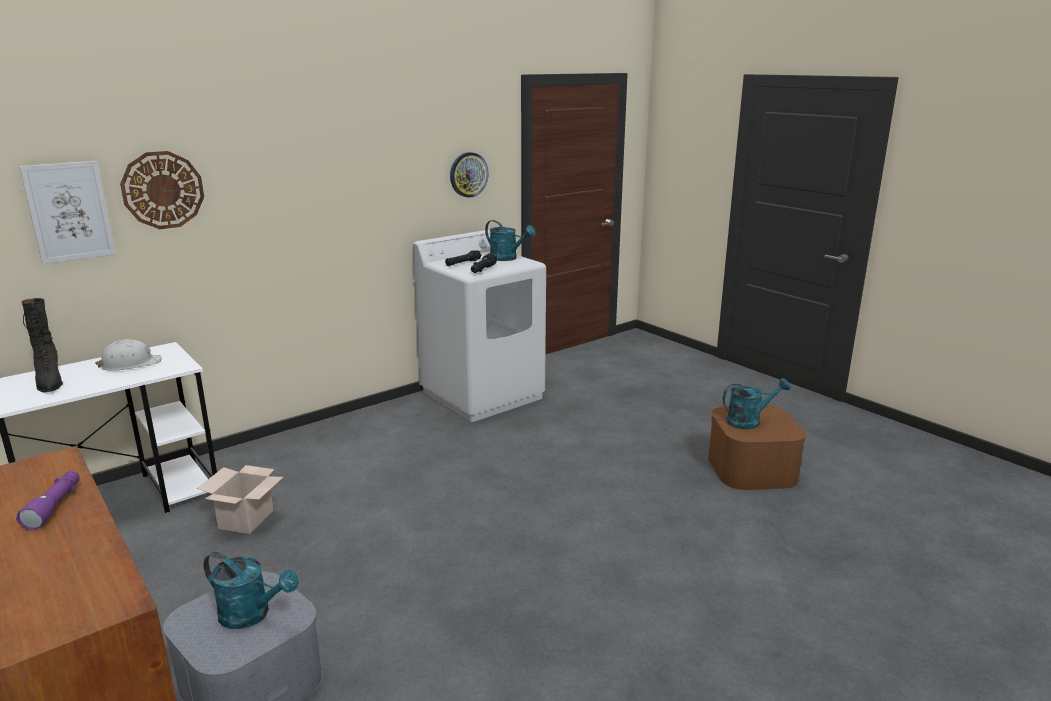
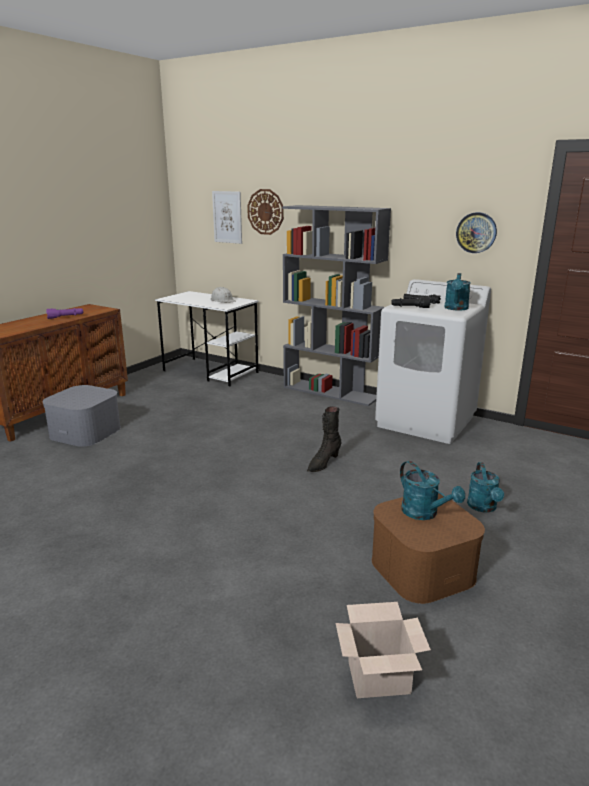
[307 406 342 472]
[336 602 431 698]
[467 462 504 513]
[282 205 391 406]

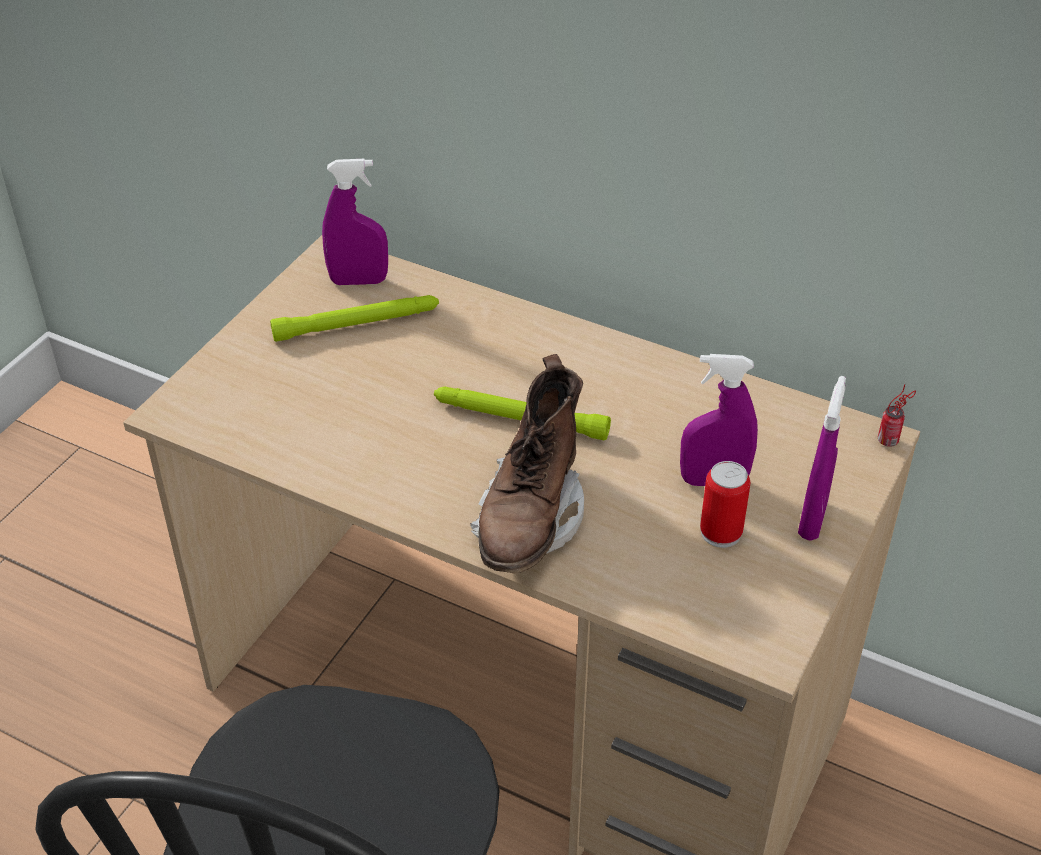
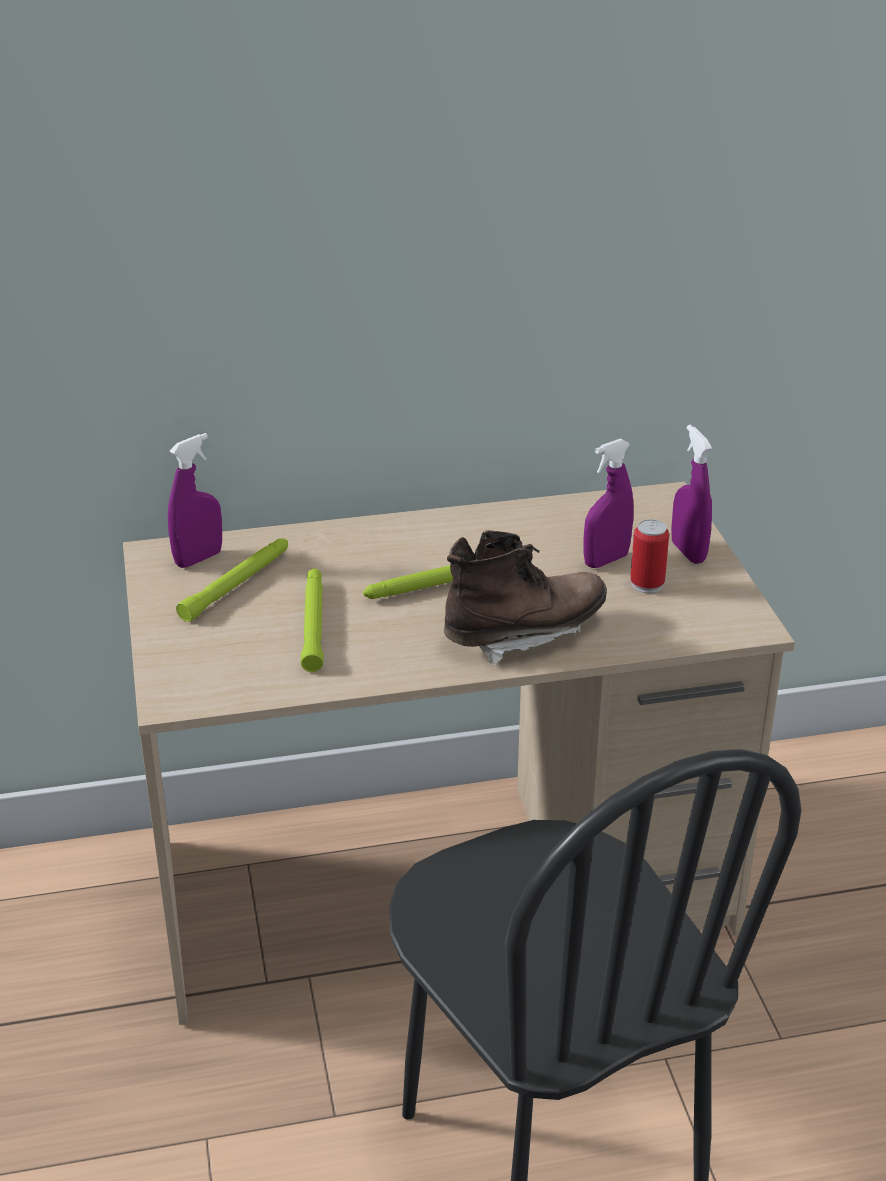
[444 530 607 666]
[878 384 916 447] (first image)
[301 569 324 672]

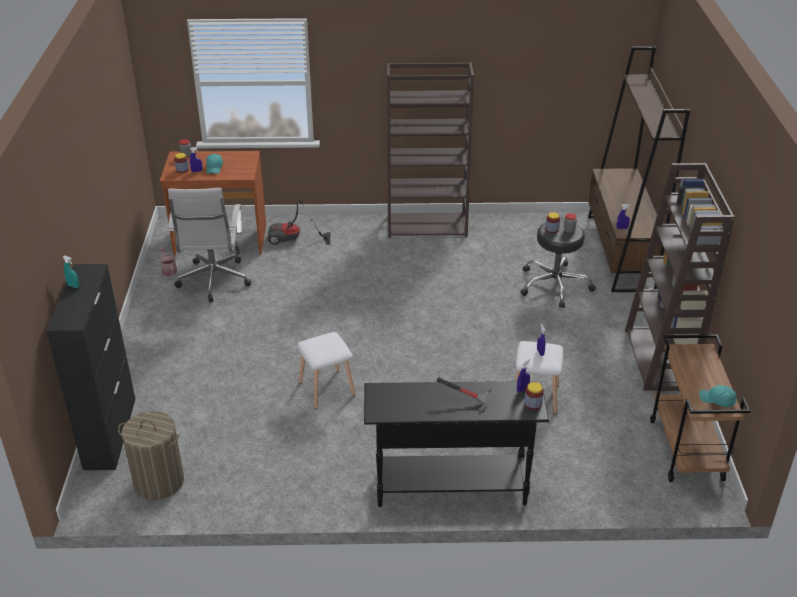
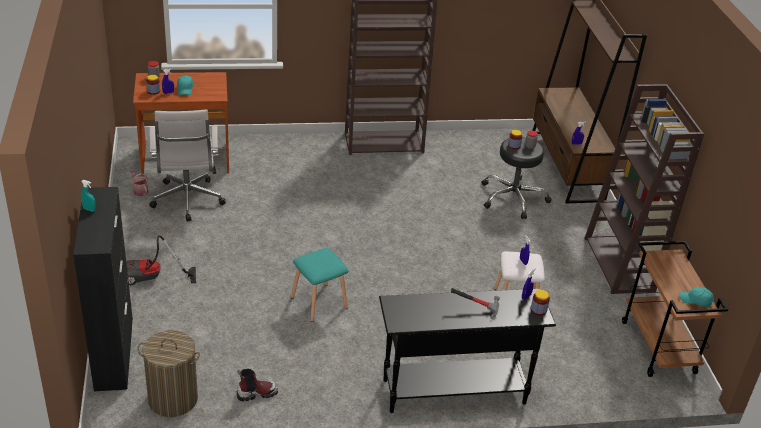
[126 235 196 285]
[291 248 349 322]
[237 369 278 402]

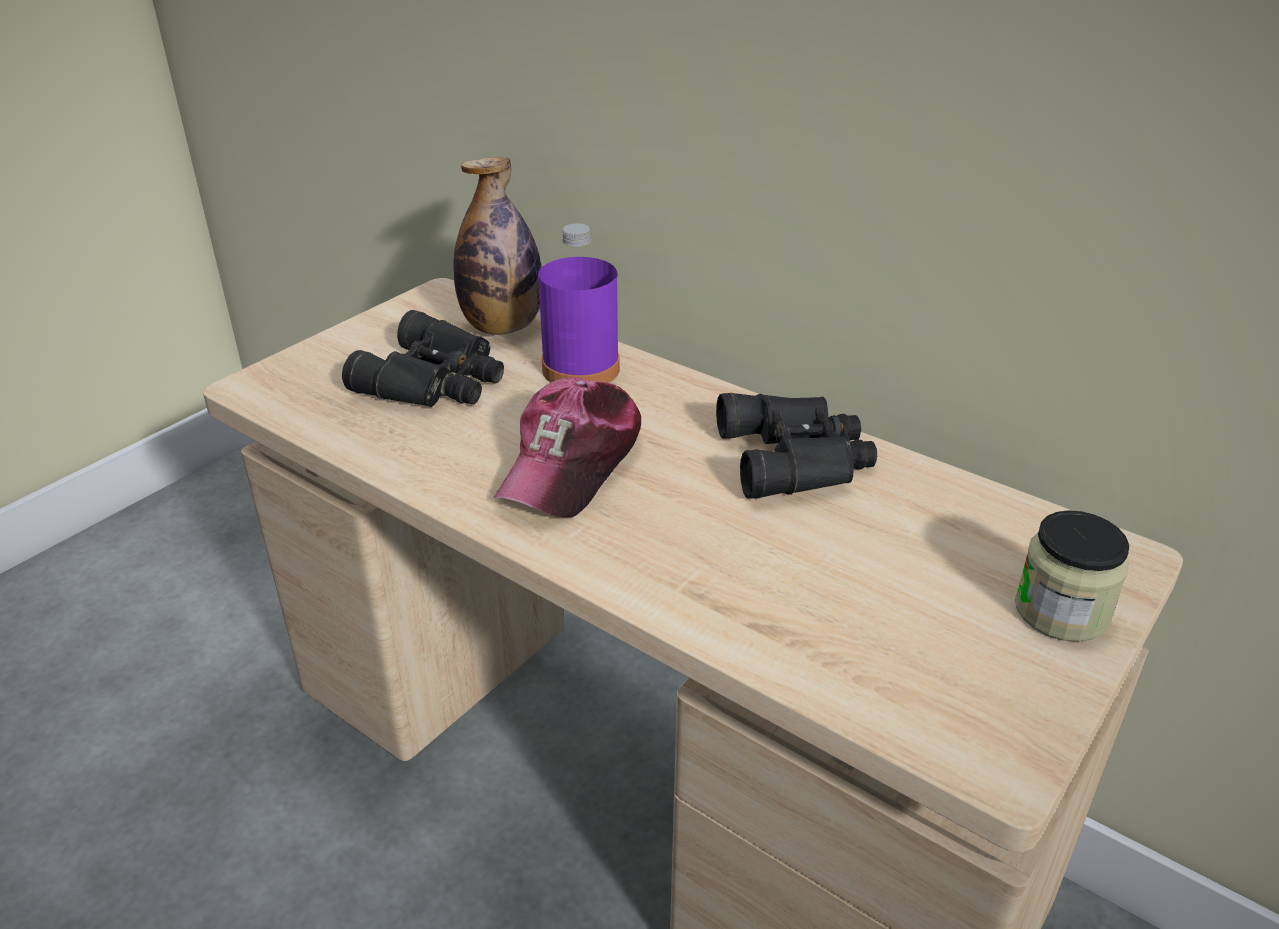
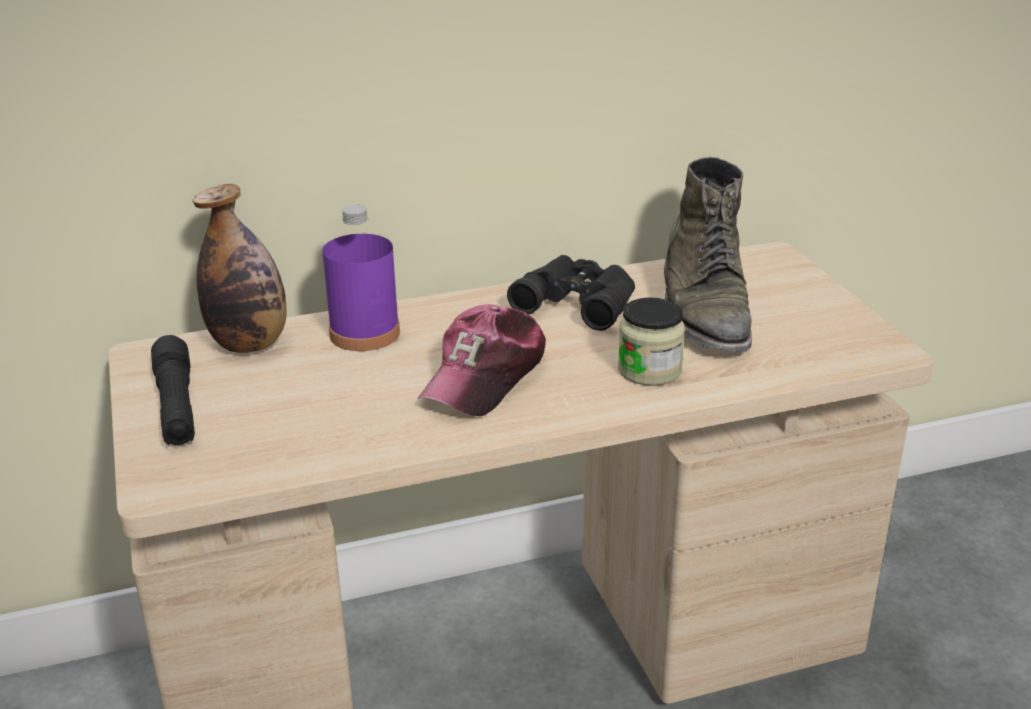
[342 310 504 407] (first image)
[418 304 546 416]
[618 297 685 386]
[664 157 752 352]
[151 335 195 445]

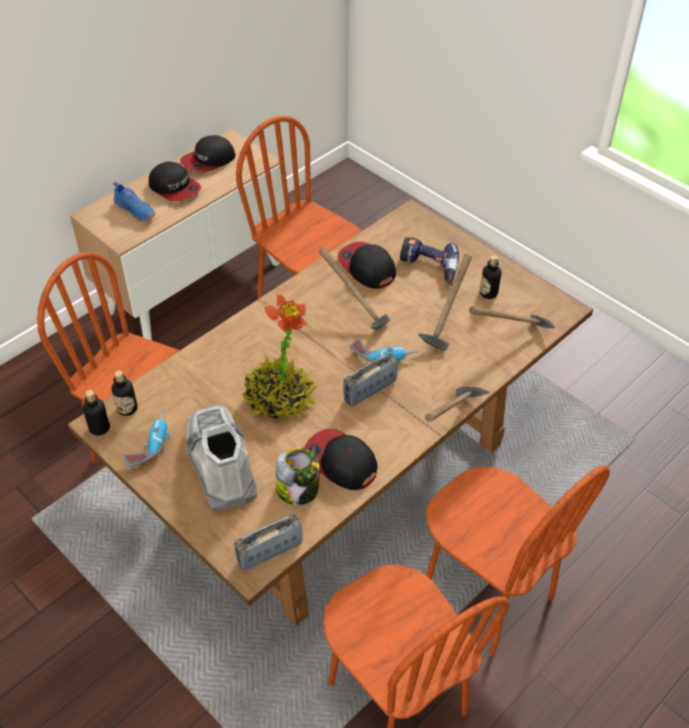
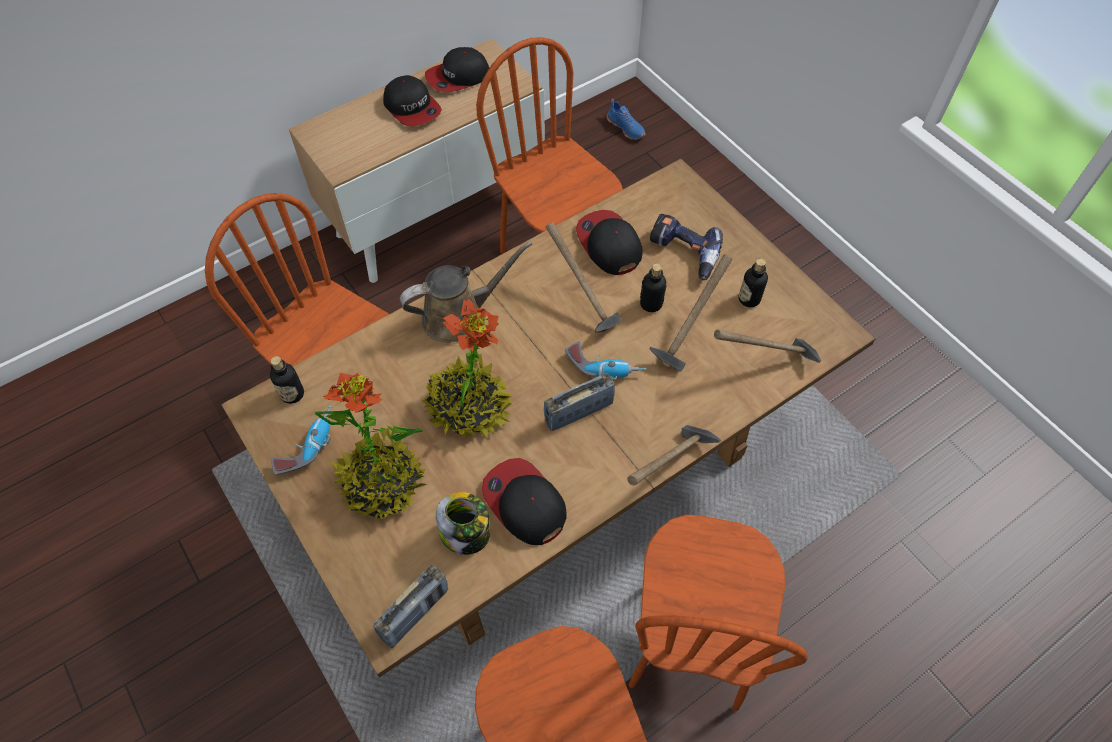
[607 99 645 140]
[640 264 666 312]
[315 373 427 519]
[629 515 808 711]
[373 565 448 648]
[400 241 532 343]

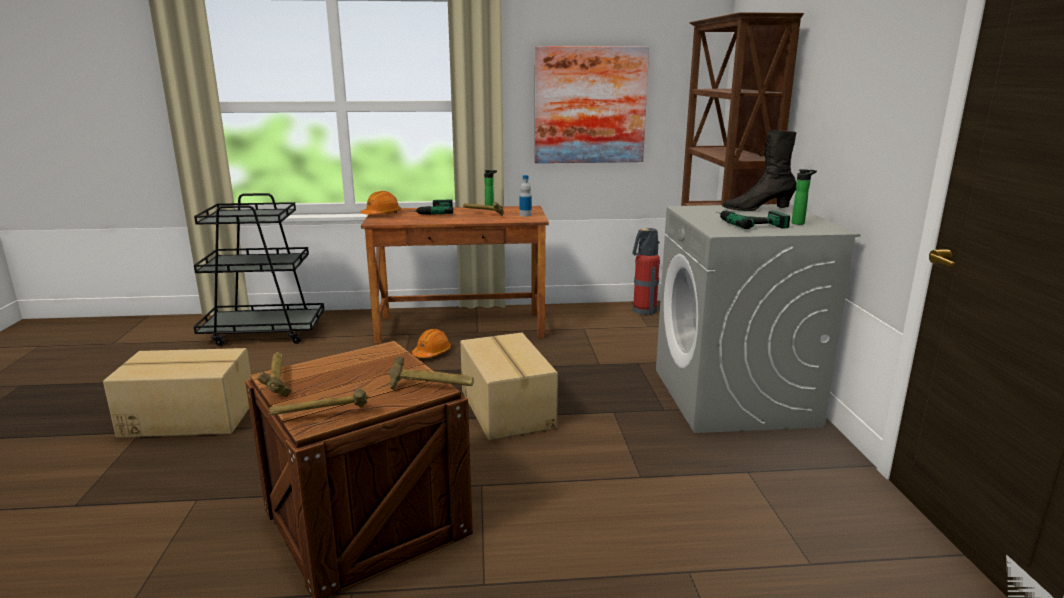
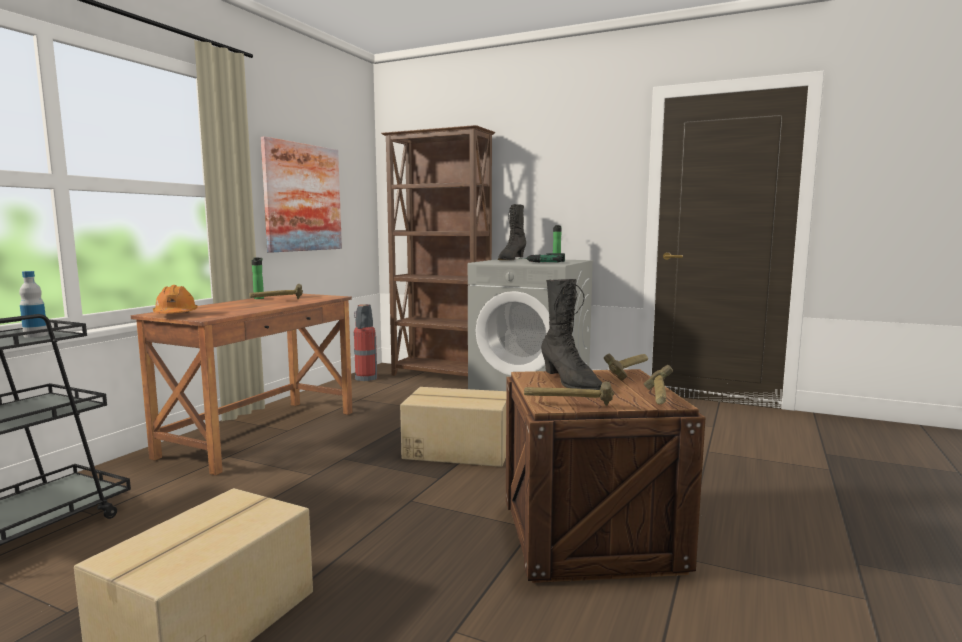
[19 271 48 337]
[415 200 453 215] (first image)
[412 329 451 358] (first image)
[541 279 602 390]

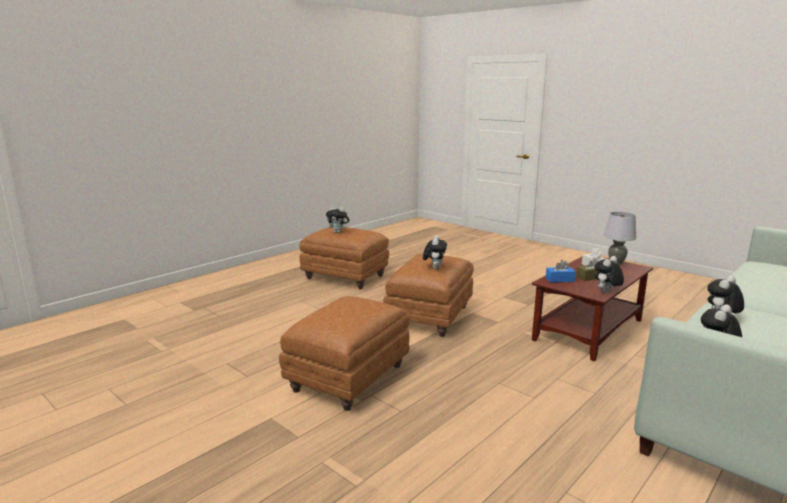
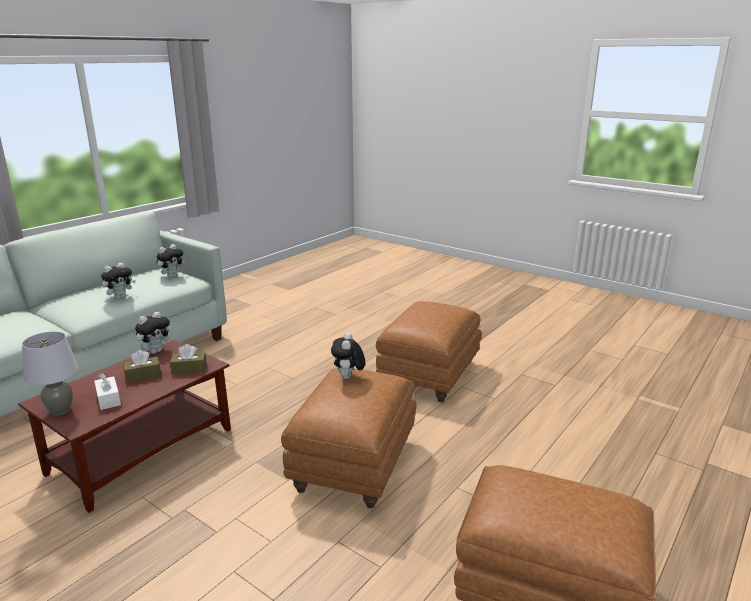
[326 206 350 233] (first image)
[170 344 207 375]

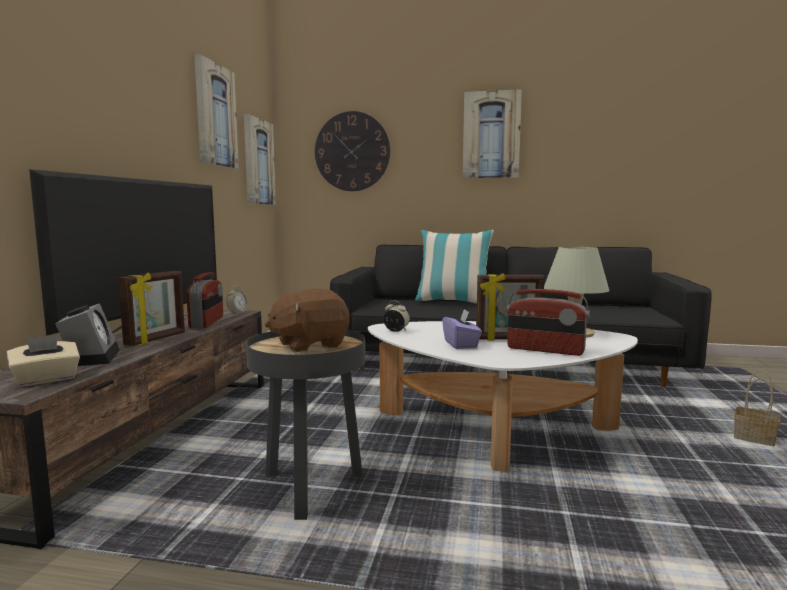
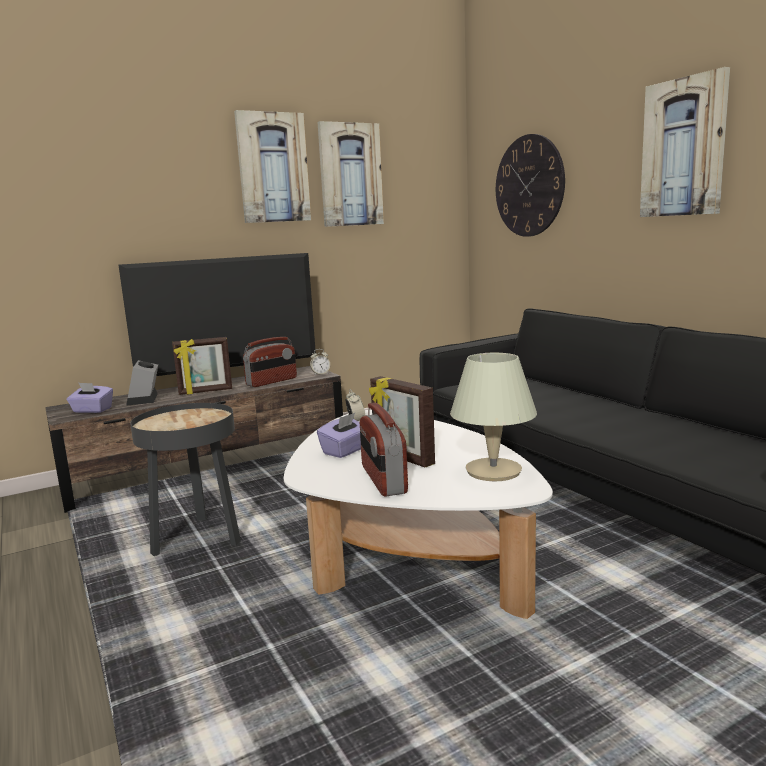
[234 110 311 223]
[415 230 494 304] (first image)
[265 288 350 352] (first image)
[126 360 158 406]
[67 383 113 413]
[734 370 780 446] (first image)

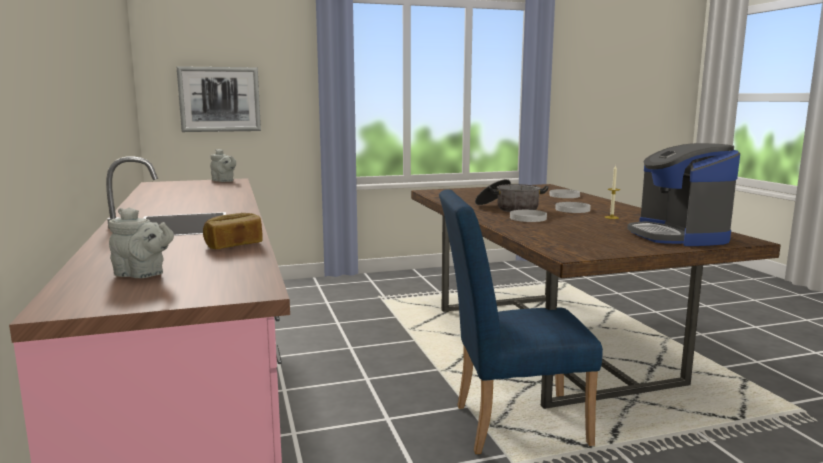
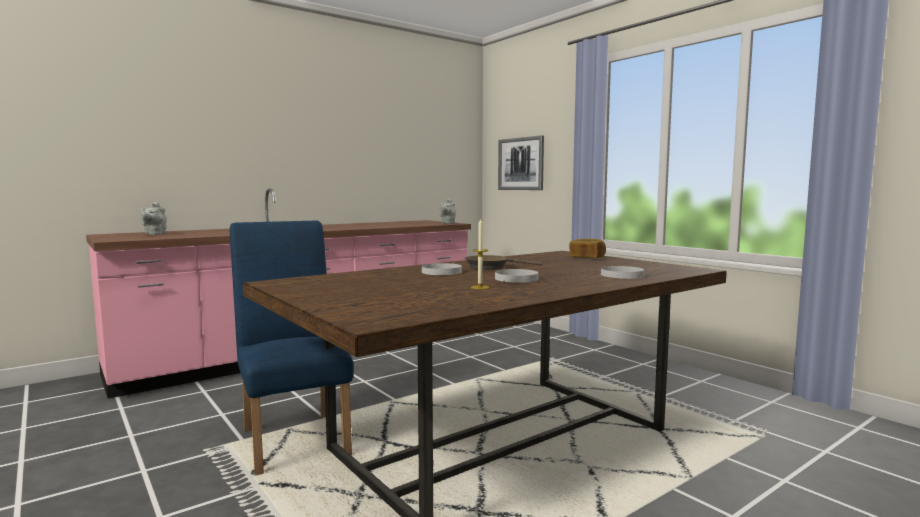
[627 143 740 246] (first image)
[465 255 542 270]
[569 239 606 258]

